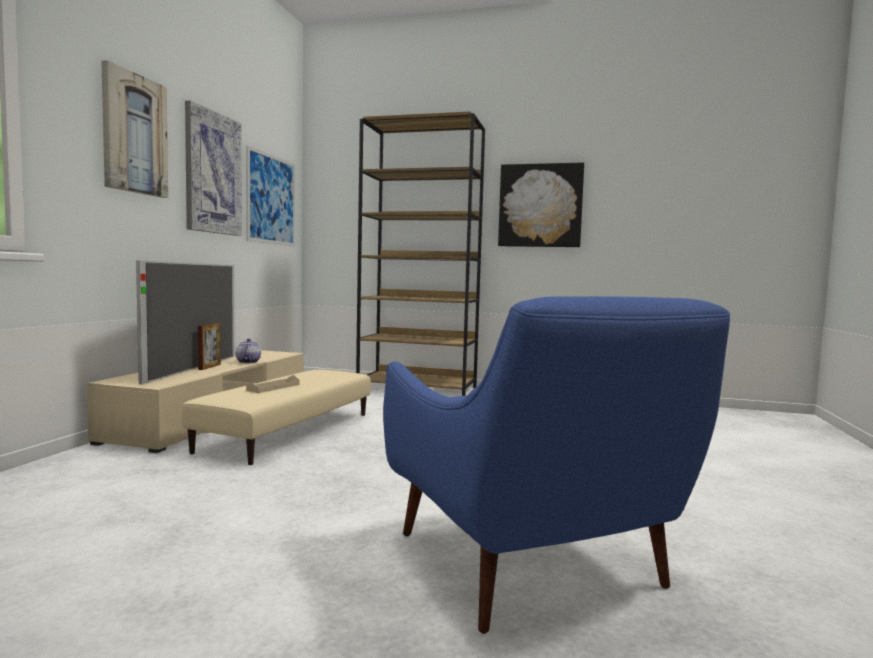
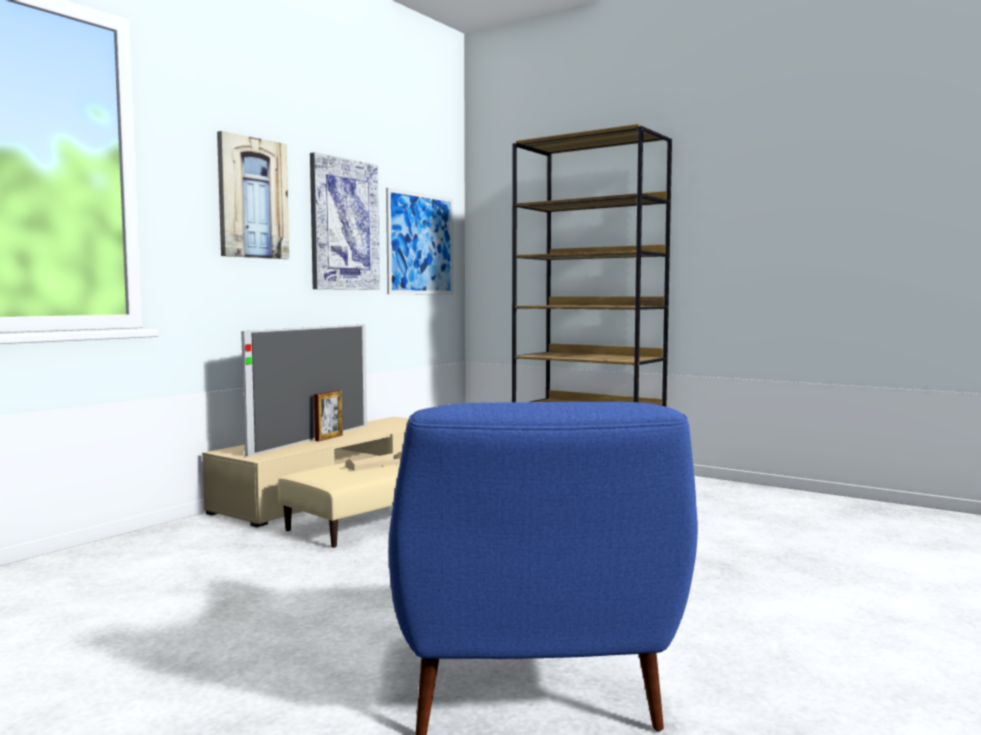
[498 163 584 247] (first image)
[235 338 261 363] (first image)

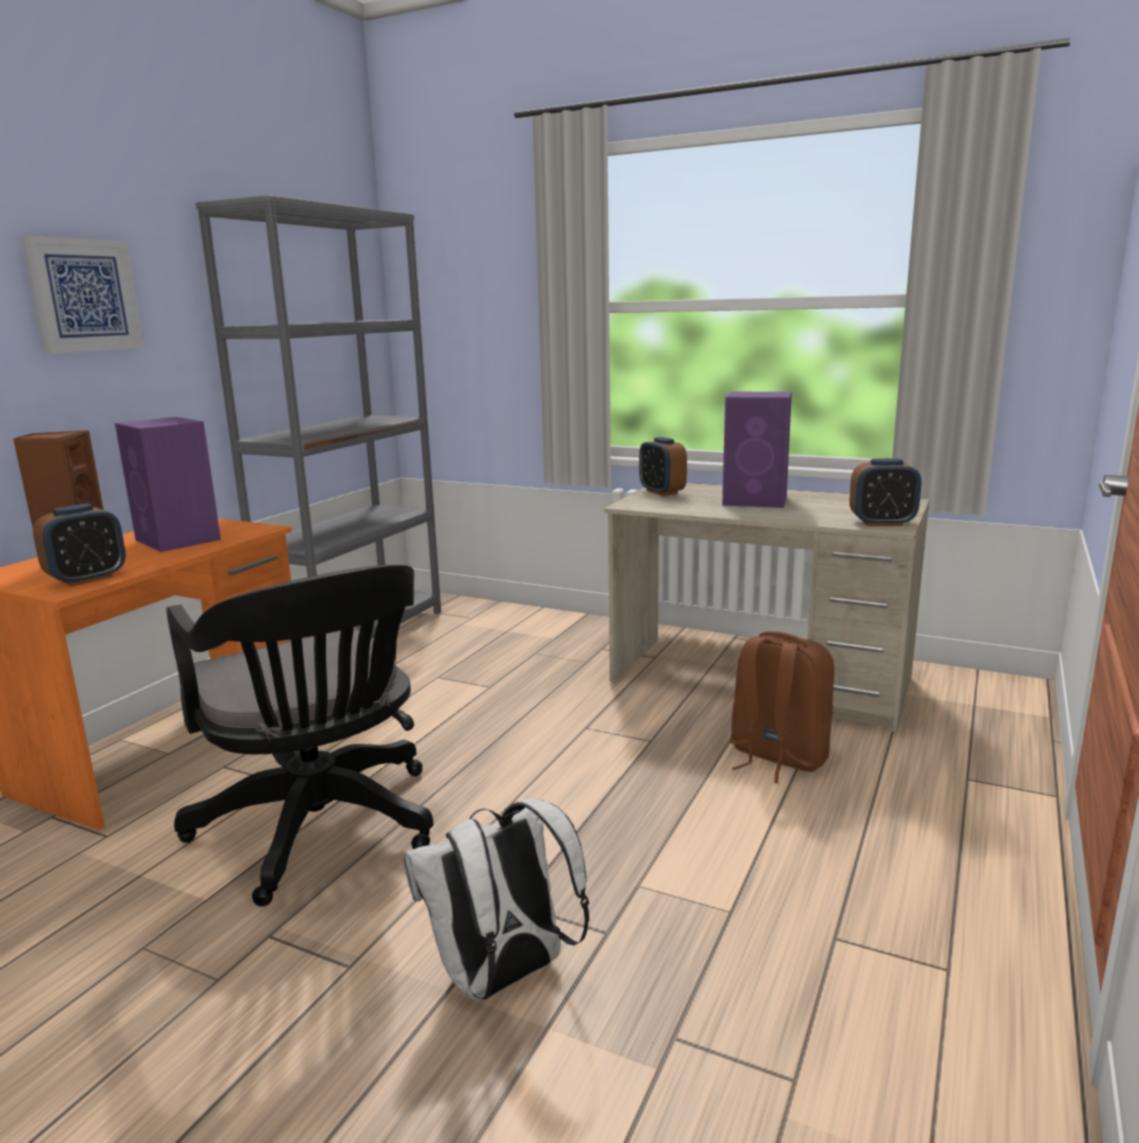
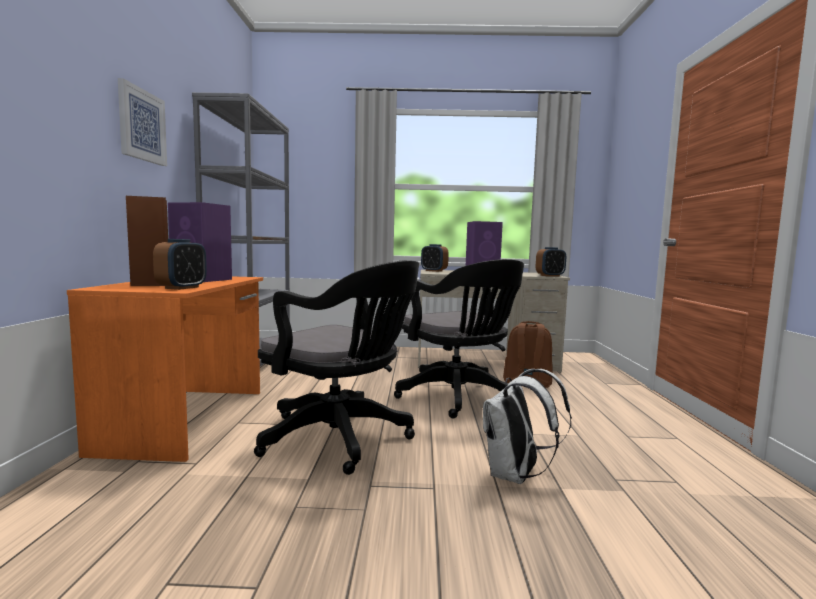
[394 259 524 419]

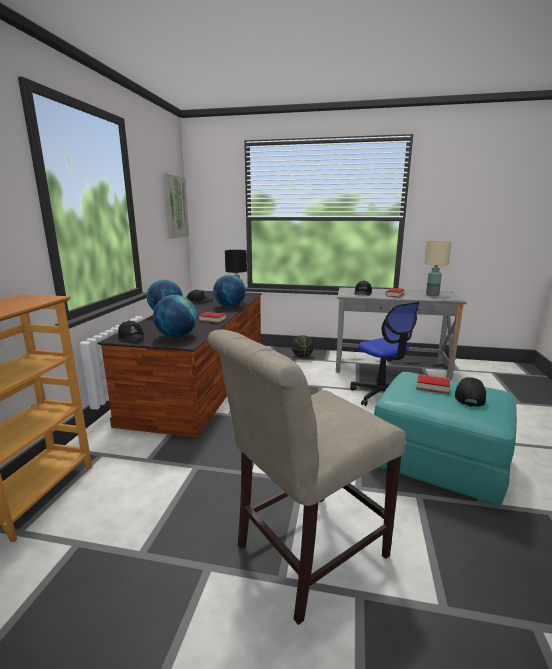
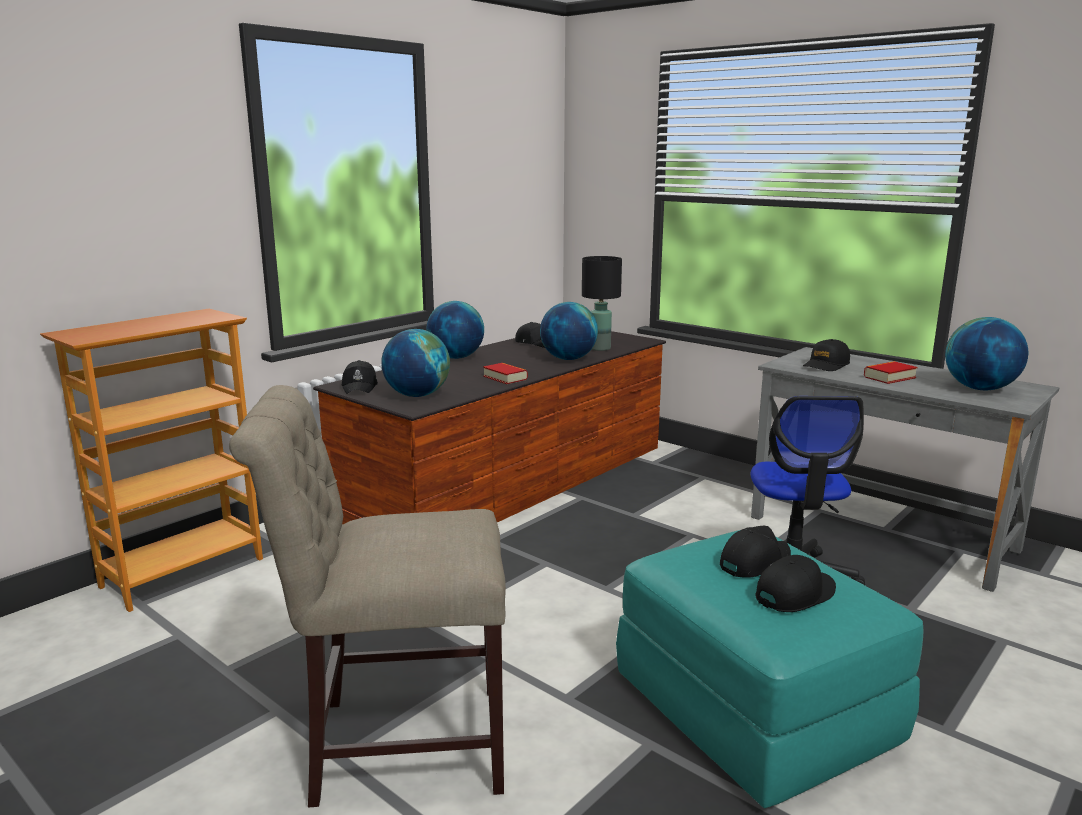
[164 173 189 239] (first image)
[945 317 1028 390]
[292 335 314 357] (first image)
[720 526 791 578]

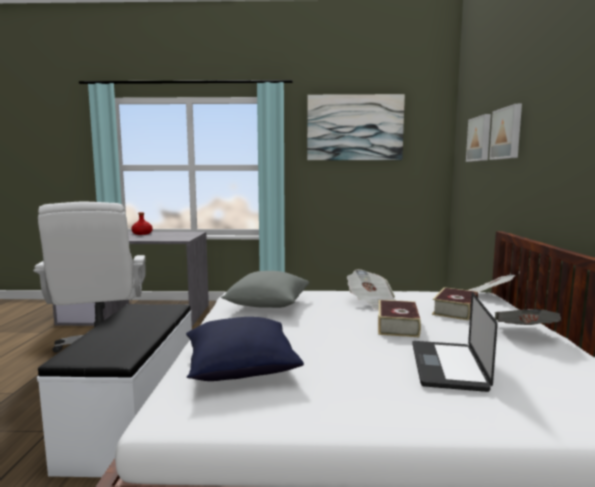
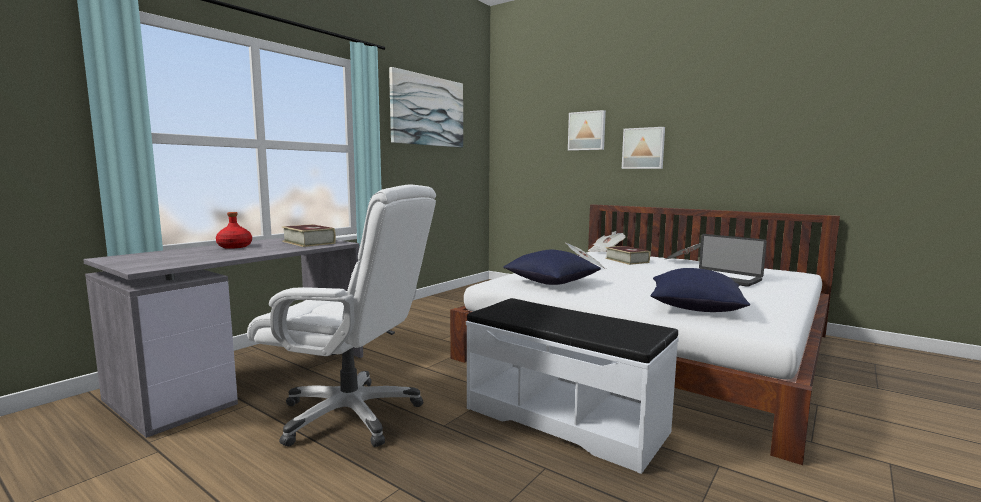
[622 127 665 169]
[503 250 601 285]
[281 224 336 247]

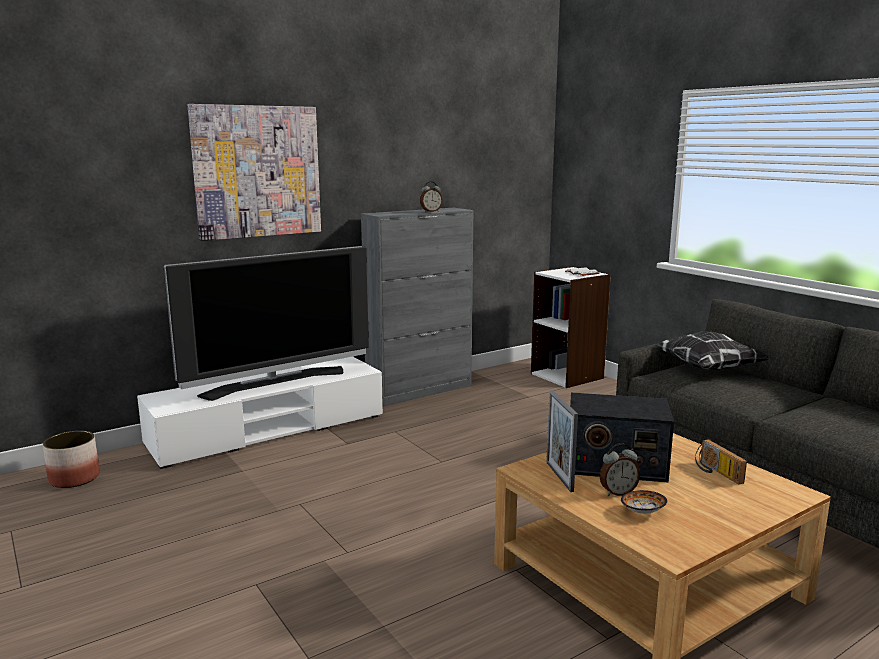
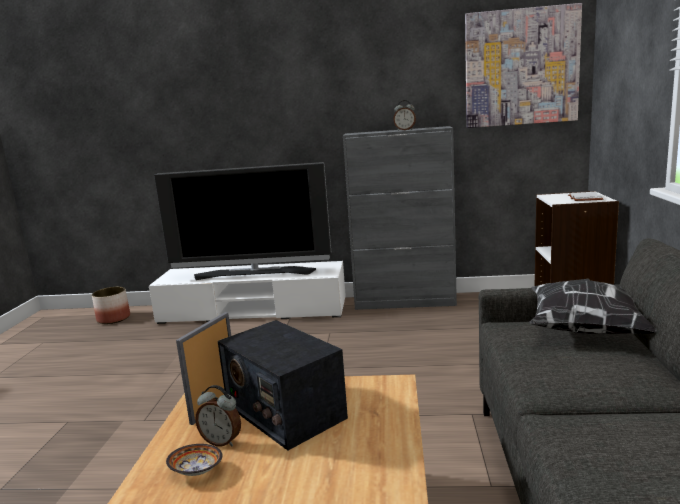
[465 3 582 128]
[695 439 747 485] (first image)

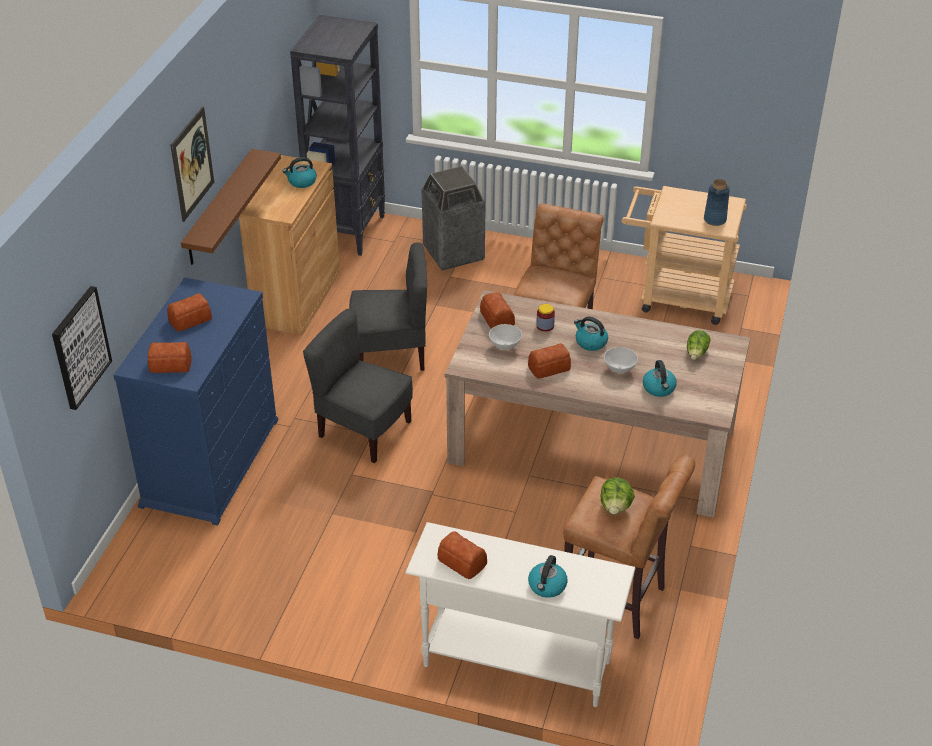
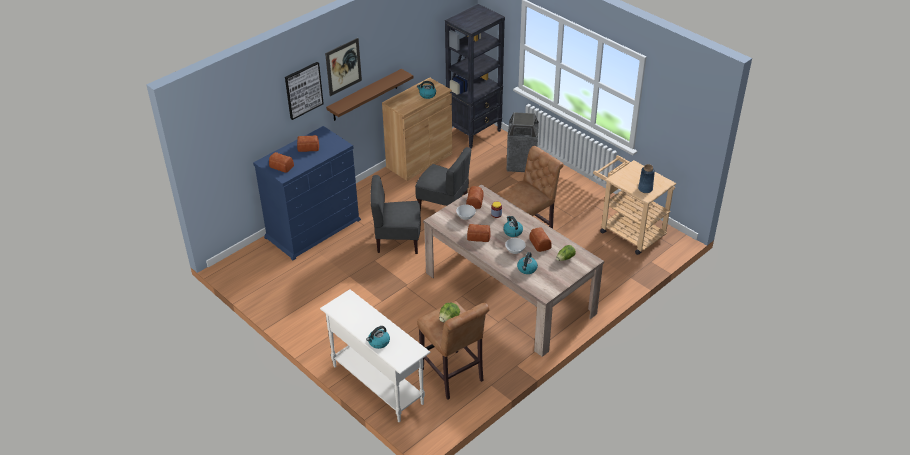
[285 62 324 120]
[370 175 421 254]
[529 227 552 252]

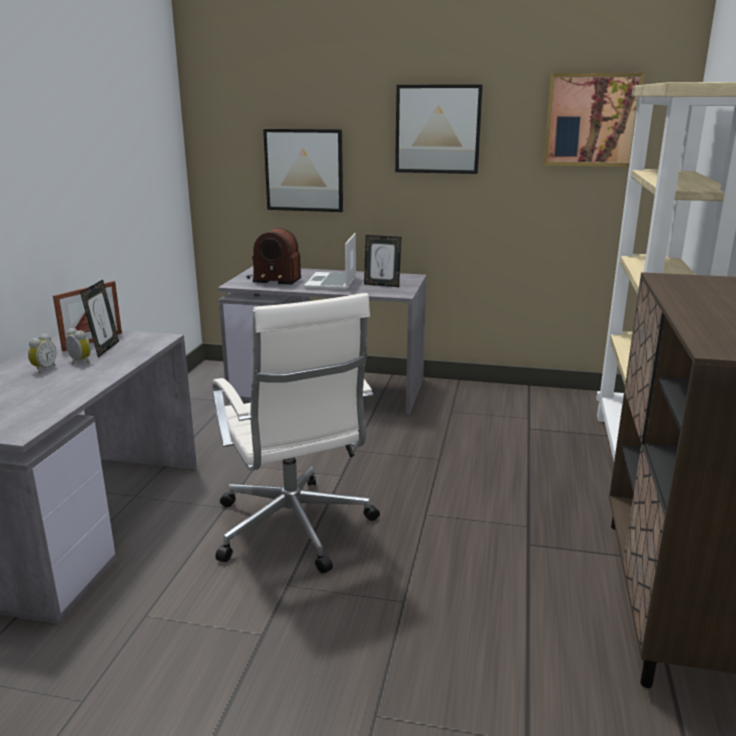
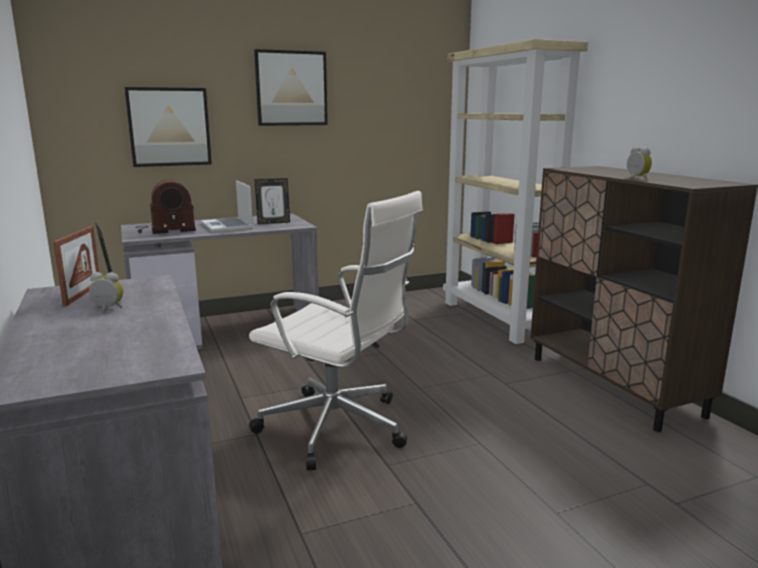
[543 73 645 167] (first image)
[627 147 652 179]

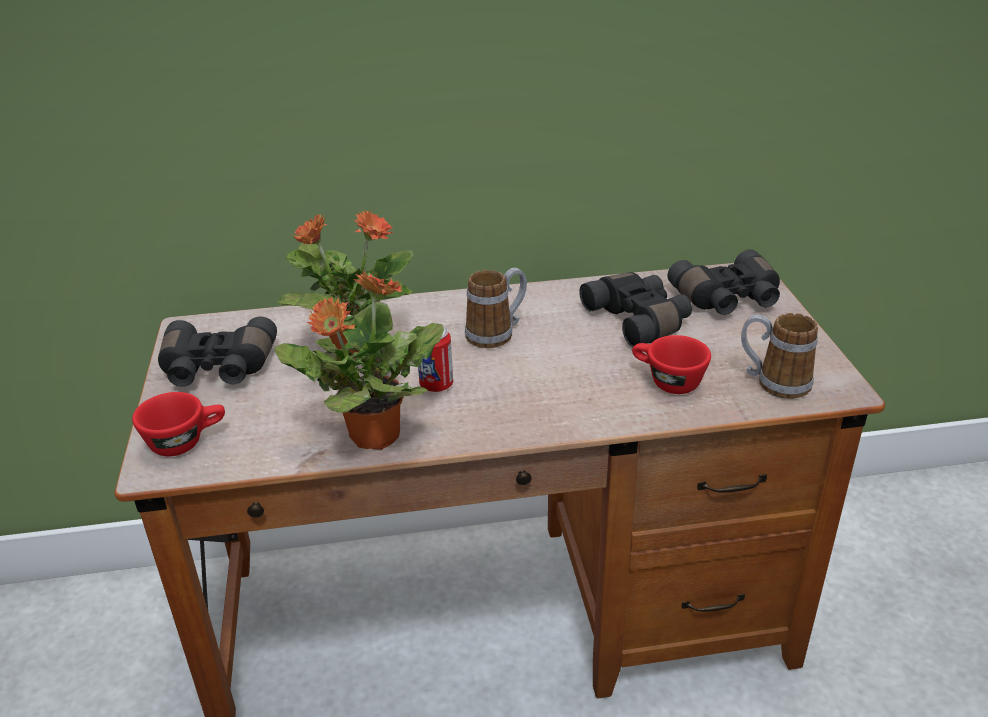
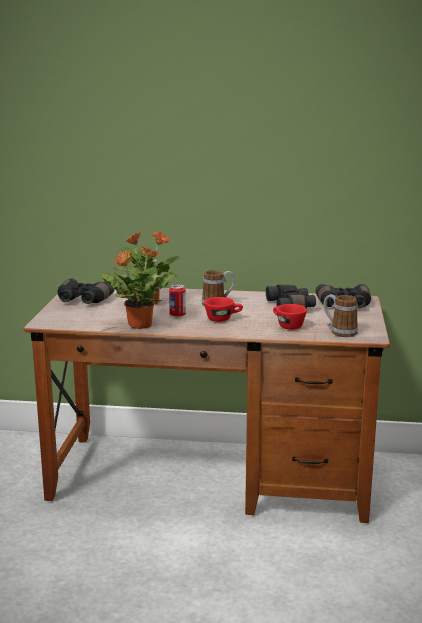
[204 297 243 322]

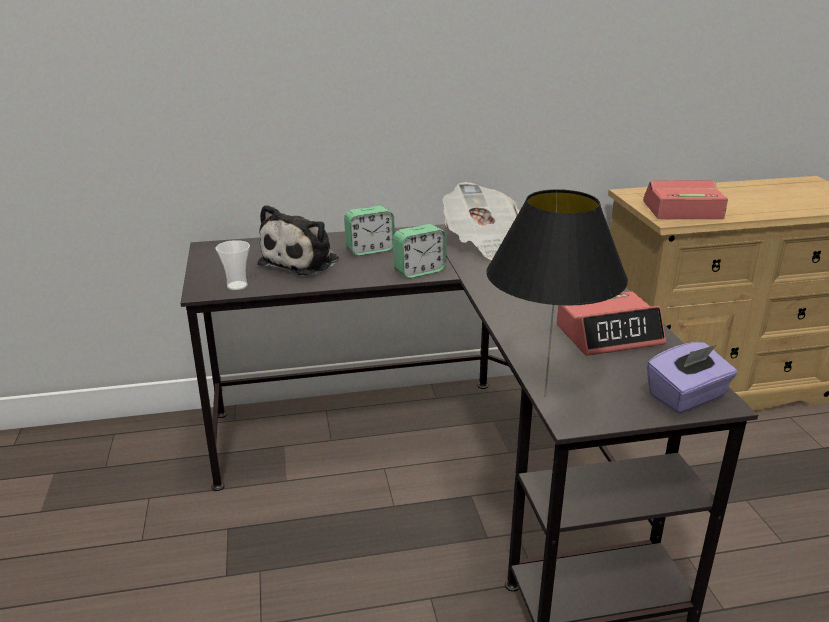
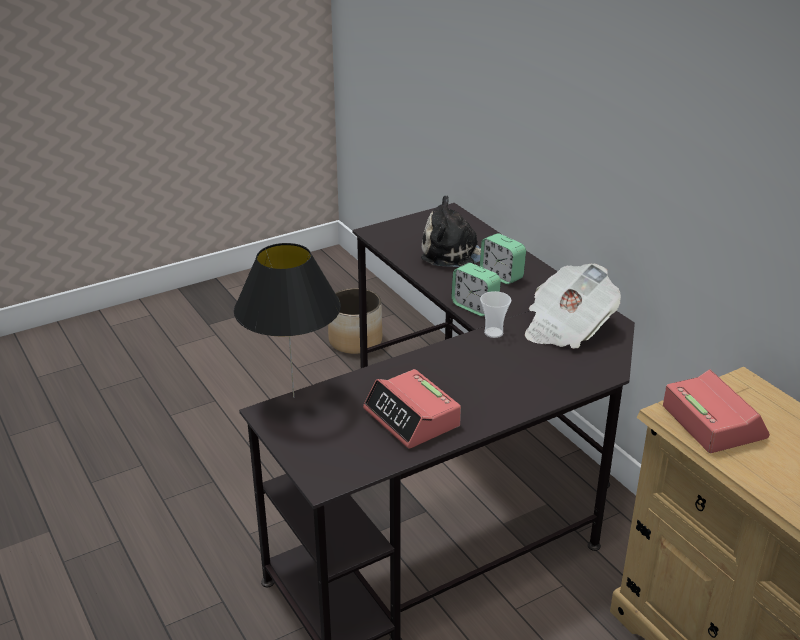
[480 291 511 338]
[647 342 737 413] (first image)
[328 288 382 354]

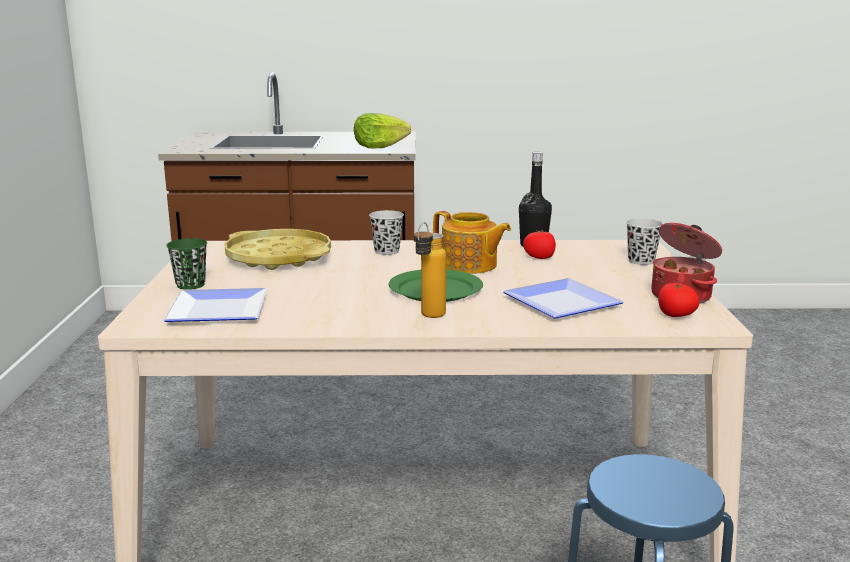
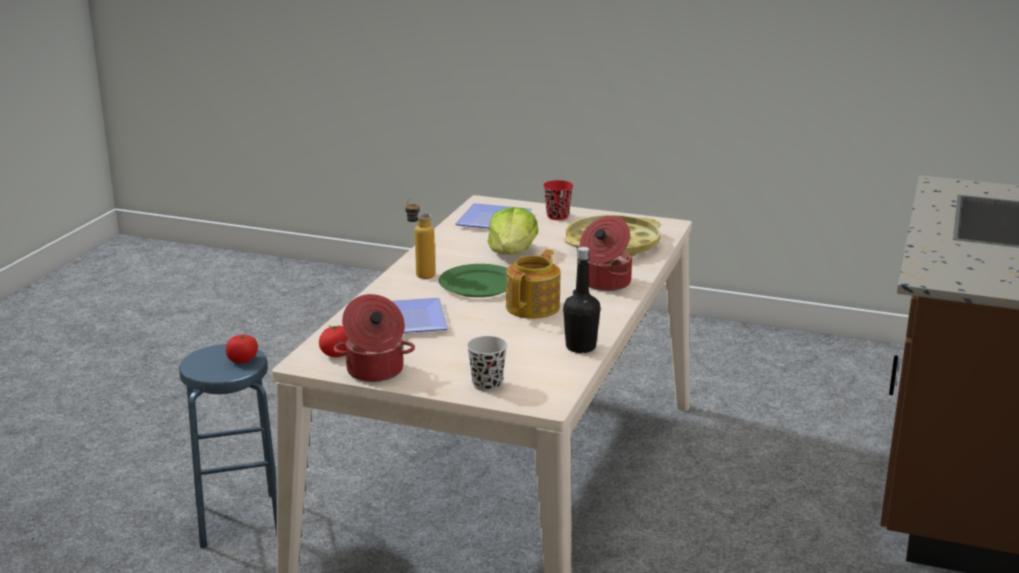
[487 207 538 255]
[579 216 632 291]
[506 249 560 319]
[226 335 258 363]
[543 180 573 220]

